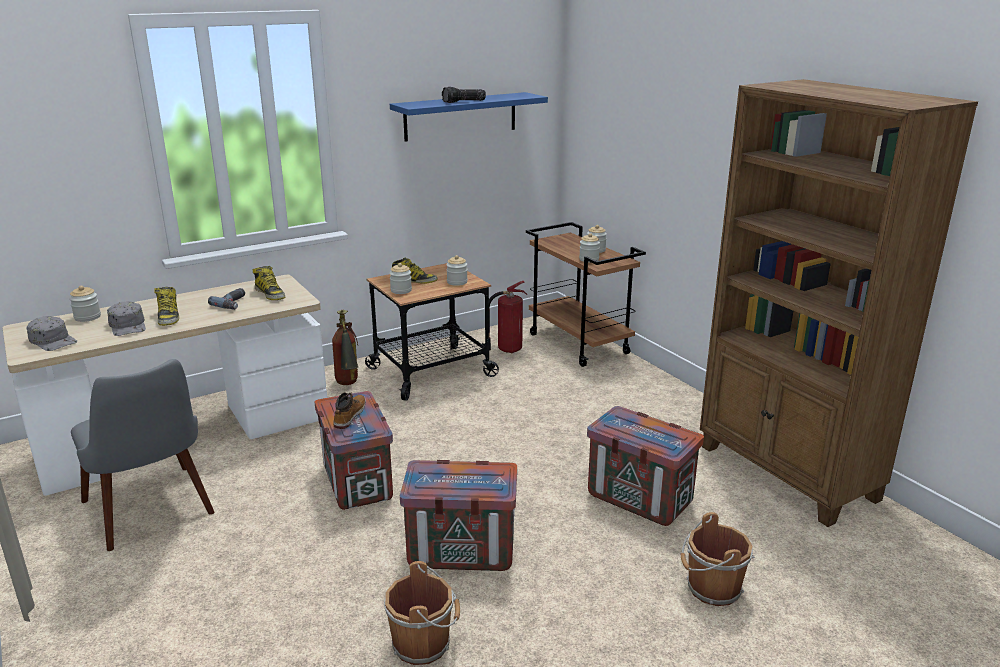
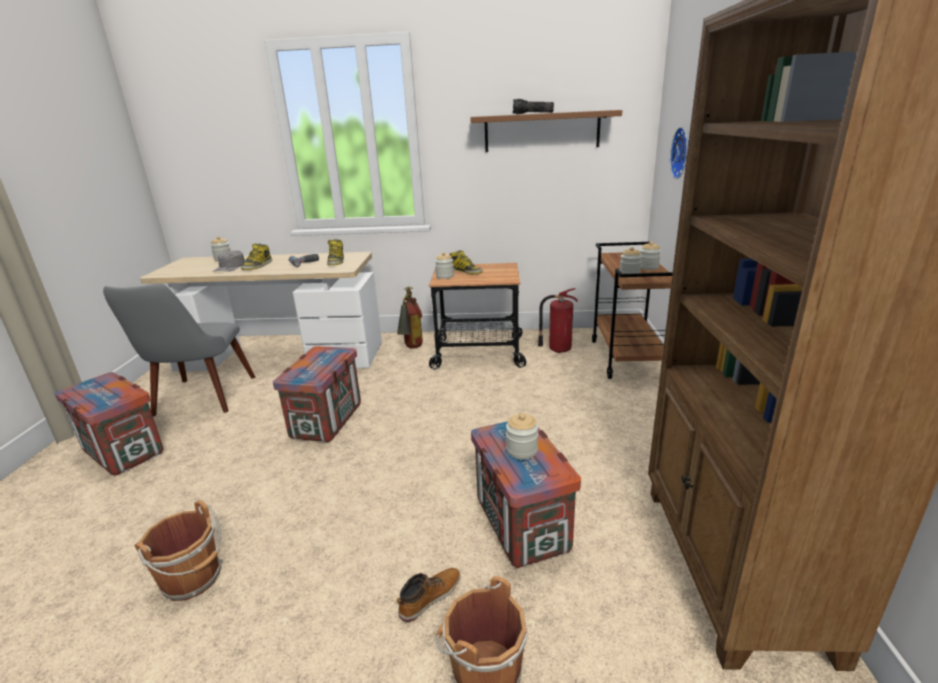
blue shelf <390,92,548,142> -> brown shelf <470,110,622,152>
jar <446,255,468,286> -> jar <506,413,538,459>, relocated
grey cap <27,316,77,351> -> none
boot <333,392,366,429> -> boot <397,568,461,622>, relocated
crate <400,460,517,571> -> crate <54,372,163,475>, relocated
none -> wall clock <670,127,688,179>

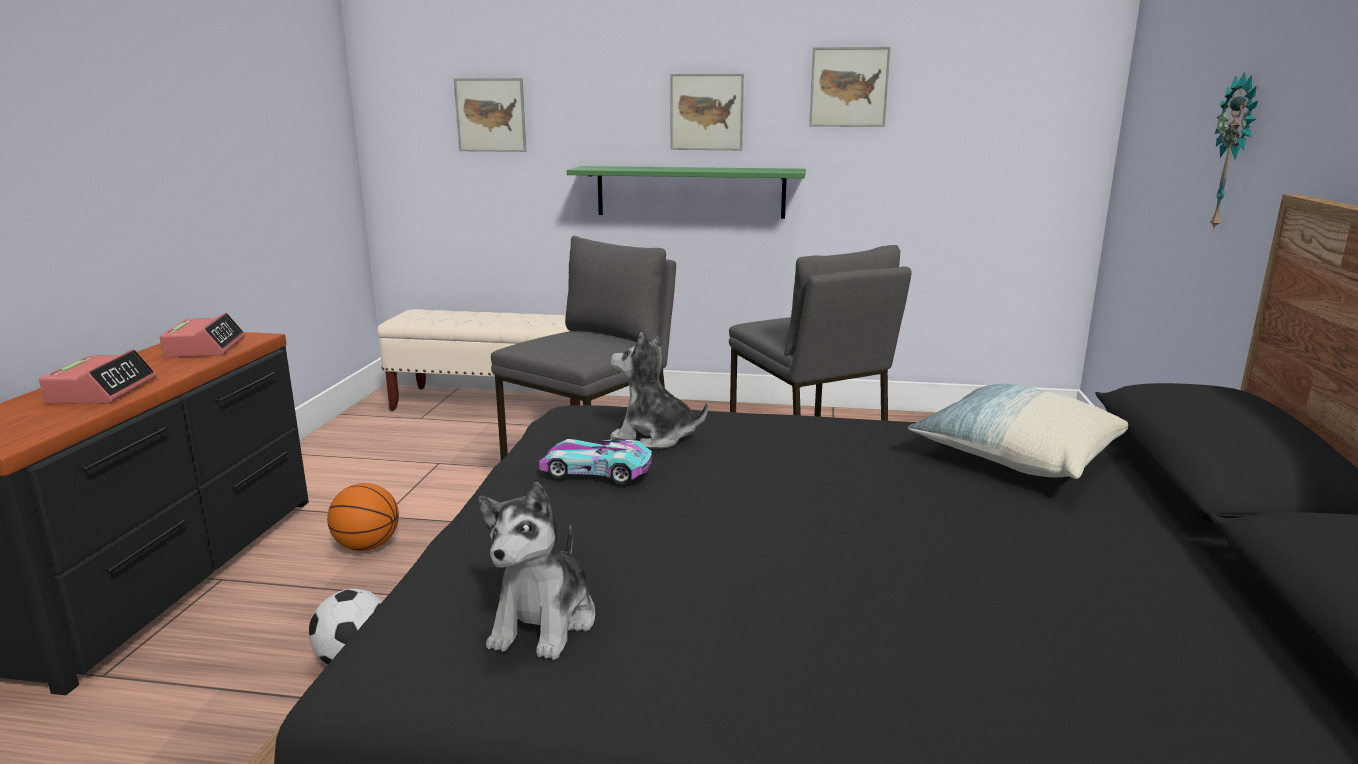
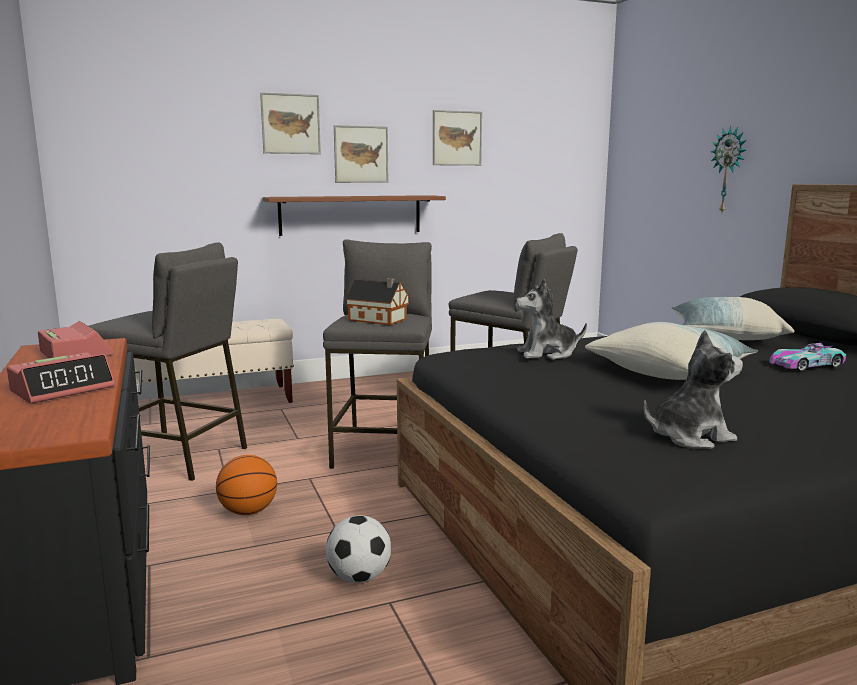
picture <454,78,527,152> -> picture <260,92,321,154>, relocated
green shelf <567,166,806,219> -> brown shelf <262,195,446,236>
alarm clock <39,349,156,404> -> alarm clock <7,352,115,404>, 75 degrees clockwise
toy car <539,439,652,484> -> toy car <769,343,846,371>, relocated
plush toy <479,482,595,660> -> plush toy <643,330,743,449>, 90 degrees counterclockwise
none -> grey stool <89,242,247,481>
none -> toy house <345,278,410,325>
none -> pillow <585,322,758,380>

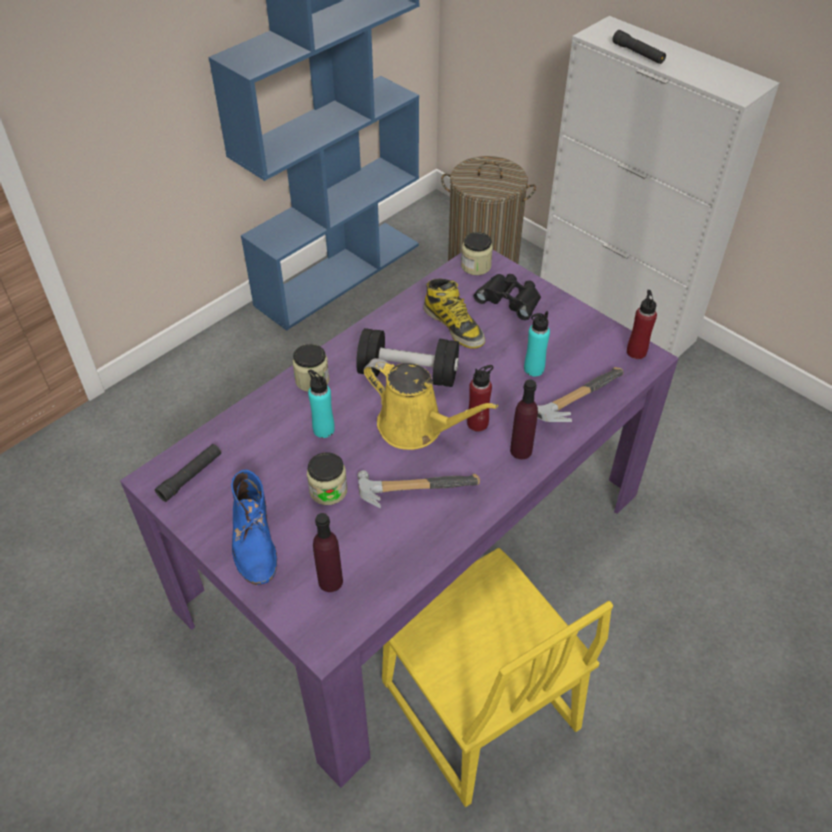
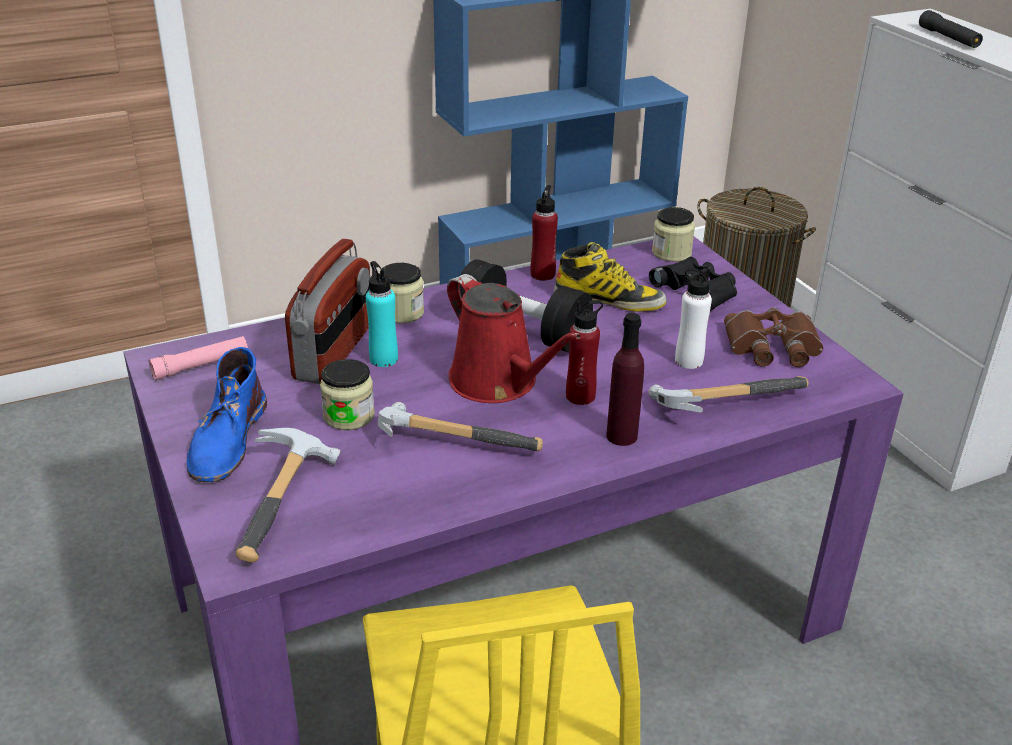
boot <423,278,485,349> -> boot <554,242,667,312>, 60 degrees counterclockwise
red bottle <627,290,657,359> -> red bottle <530,185,558,281>, relocated
turquoise bottle <524,311,550,376> -> white bottle <675,268,712,369>
yellow watering can <363,358,498,450> -> red watering can <447,274,581,403>
black flashlight <155,444,221,502> -> pink flashlight <149,336,248,380>
purple bottle <313,513,343,592> -> hammer <235,428,341,562>
none -> radio <285,239,370,384>
none -> brown binoculars <724,307,823,367>

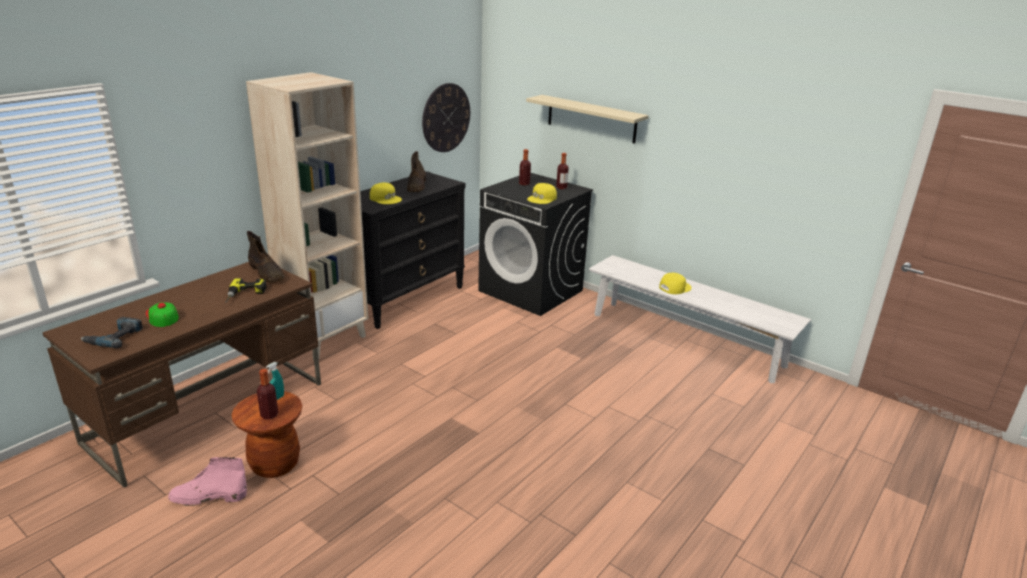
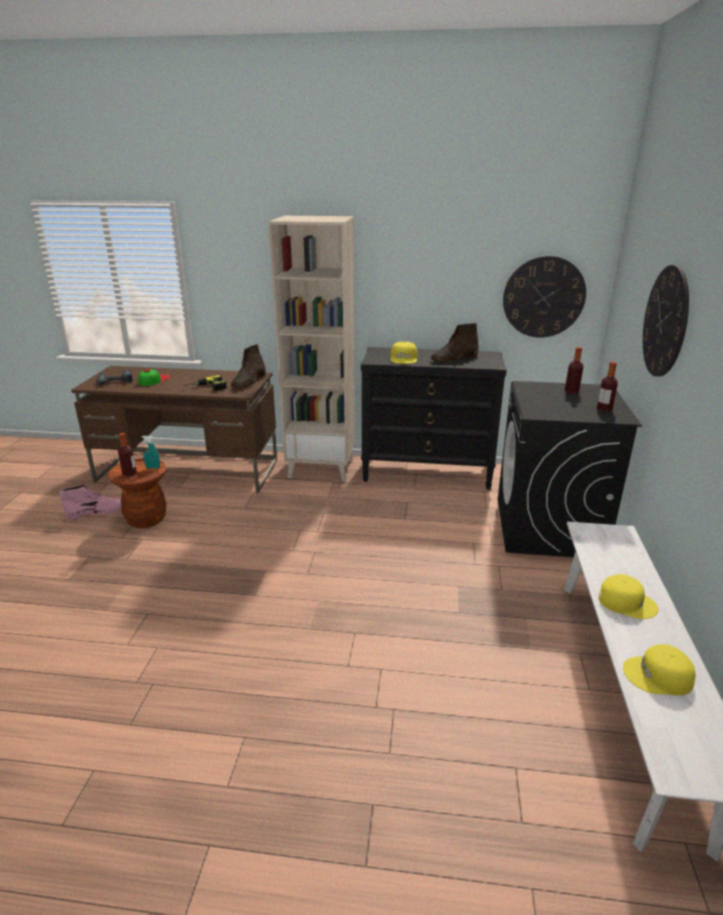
beige shelf <526,95,649,143> -> wall clock <643,265,689,377>
yellow cap <527,183,557,204> -> yellow cap <623,644,696,696>, relocated
pink boot <168,457,247,506> -> pink boot <59,484,122,520>, 105 degrees clockwise

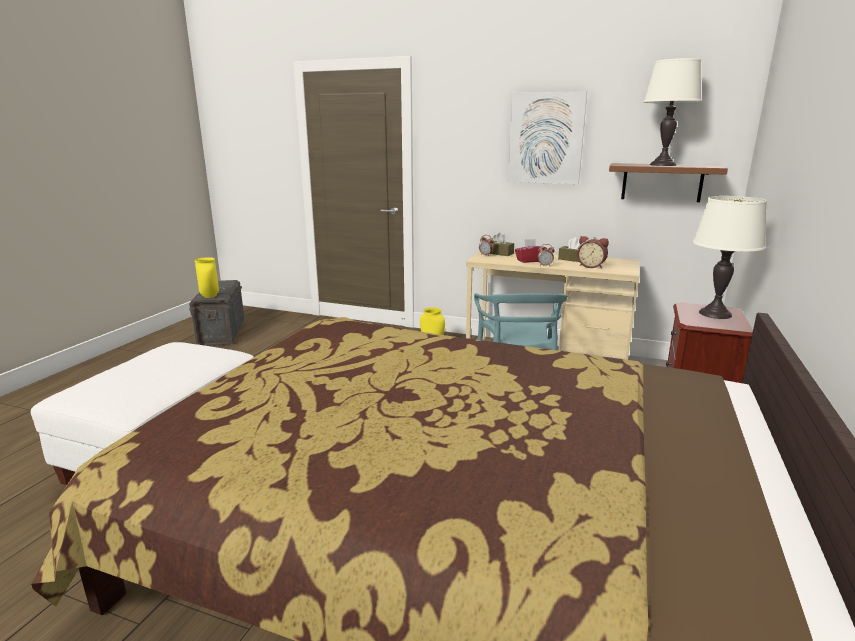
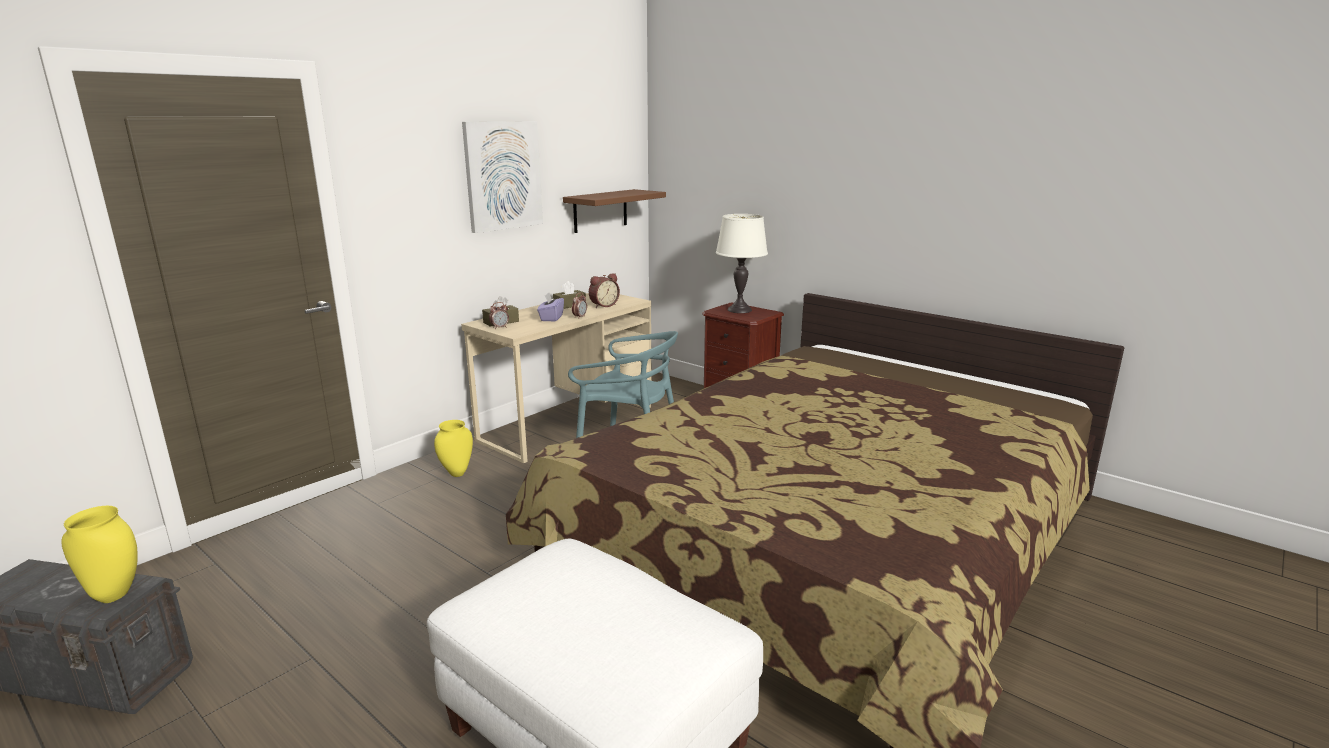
white table lamp <643,58,702,166> -> none
red tissue box <515,239,547,263> -> purple tissue box <537,293,564,321>

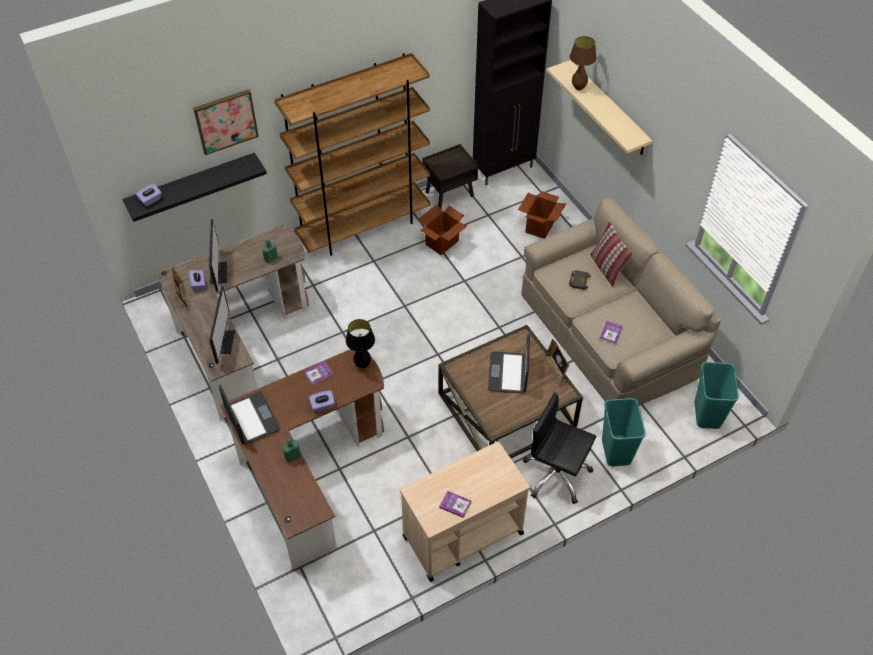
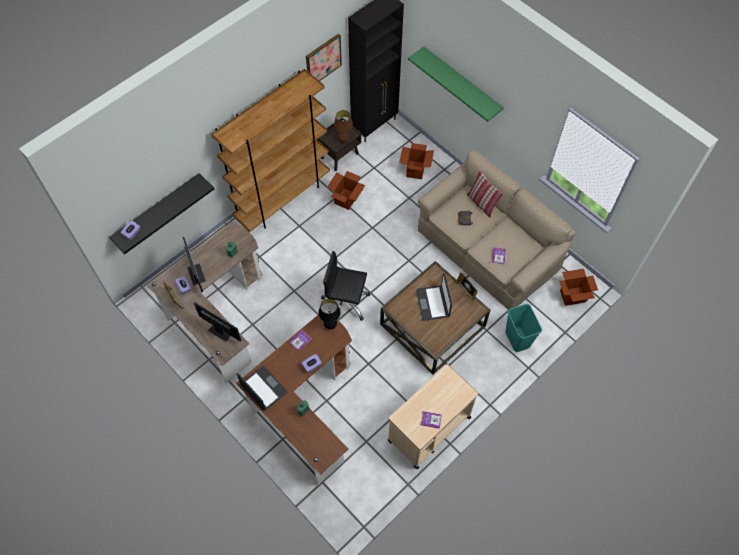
brown table lamp <570,36,596,90> -> brown table lamp <334,110,353,143>, relocated
beige shelf <547,60,653,155> -> green shelf <408,46,504,122>
picture <193,89,259,155> -> picture <306,33,342,81>, relocated
monitor <209,286,235,364> -> monitor <194,302,242,342>, 45 degrees counterclockwise
turquoise trash can <695,362,739,429> -> cardboard box <559,269,598,306>
black office chair <523,392,596,504> -> black office chair <321,251,370,321>, relocated

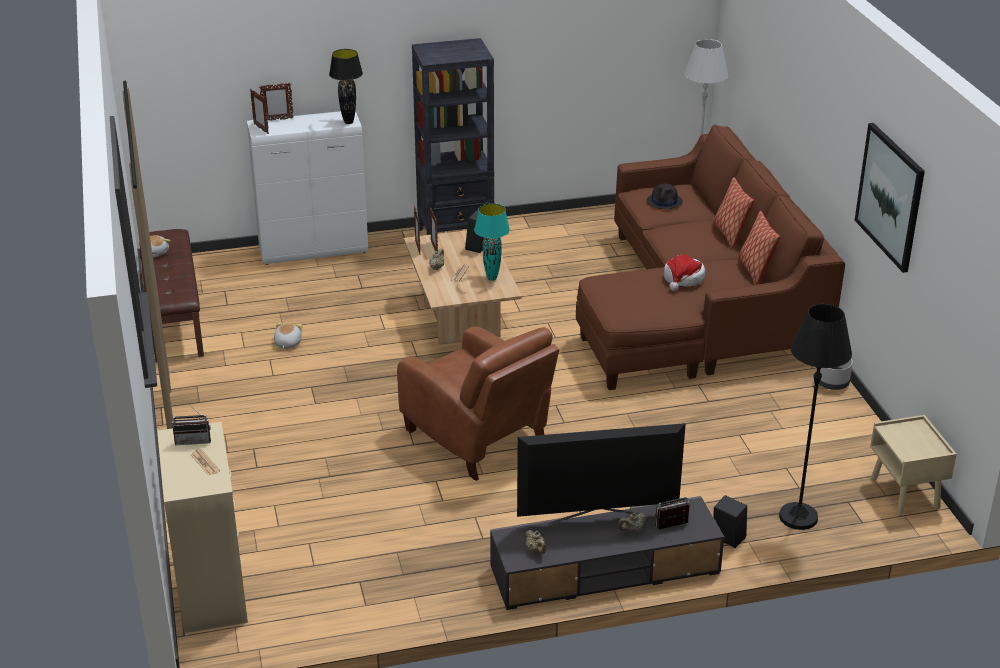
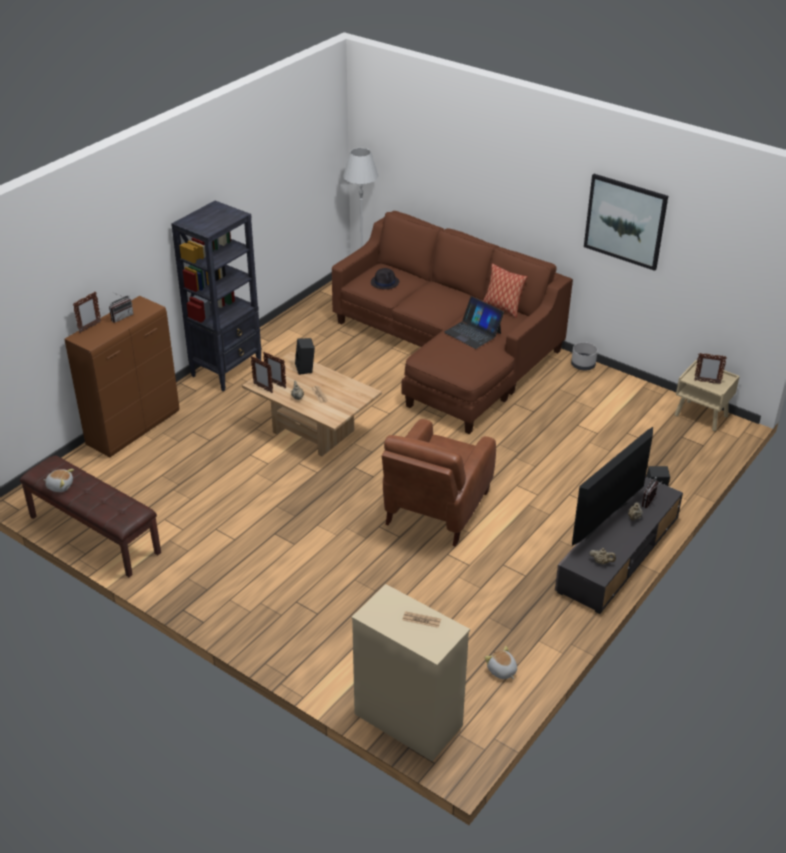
black table lamp <329,49,363,124> -> none
picture frame <250,89,269,134> -> picture frame <694,353,727,384>, relocated
white cabinet <247,111,368,265> -> brown cabinet <64,296,179,457>
pillow <713,177,755,248> -> none
turquoise table lamp <474,203,510,281> -> none
hat <664,255,705,291> -> laptop <444,296,504,349>
black floor lamp <779,304,852,530> -> none
plush toy <274,322,303,348> -> plush toy <485,646,517,679>, relocated
brown armchair <397,327,559,481> -> brown armchair <382,419,496,546>, 105 degrees clockwise
radio <172,401,211,445> -> radio <109,293,133,323>, relocated

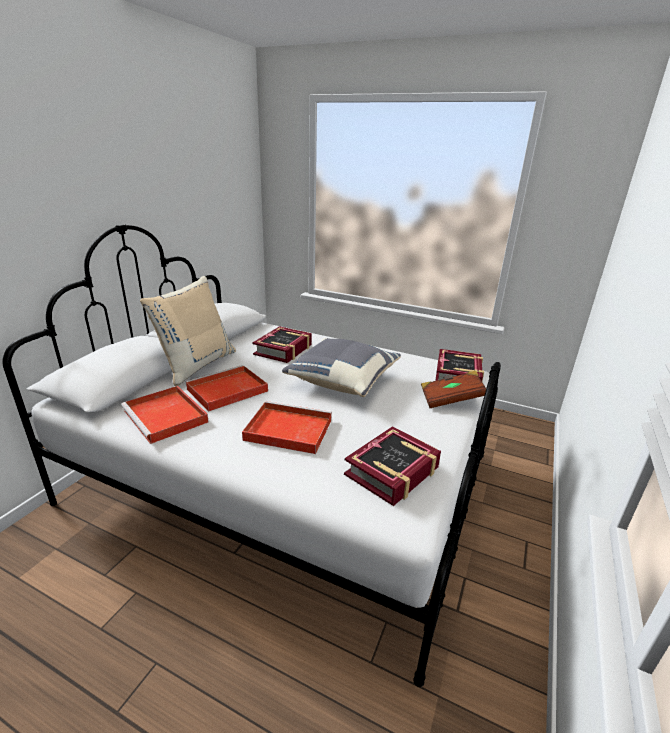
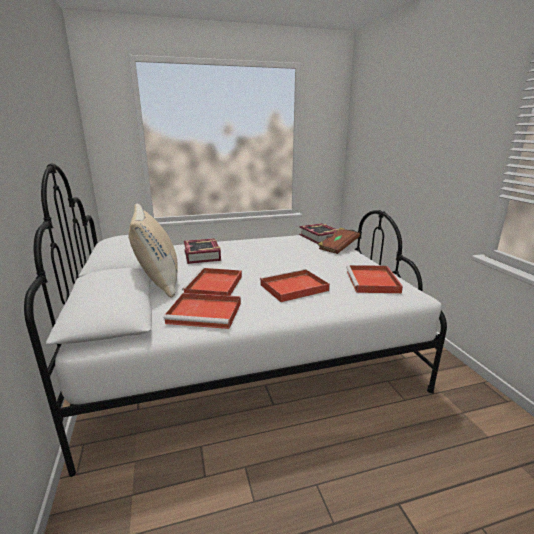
grey pillow <282,338,401,397> -> none
book <344,427,441,506> -> red tray <346,265,403,293>

